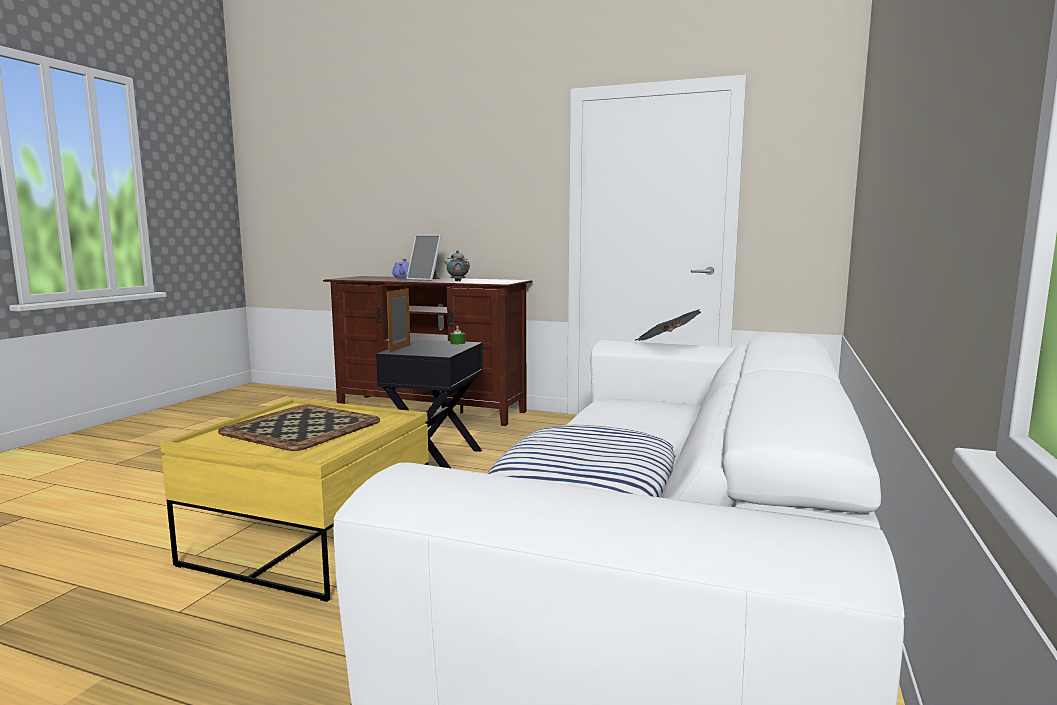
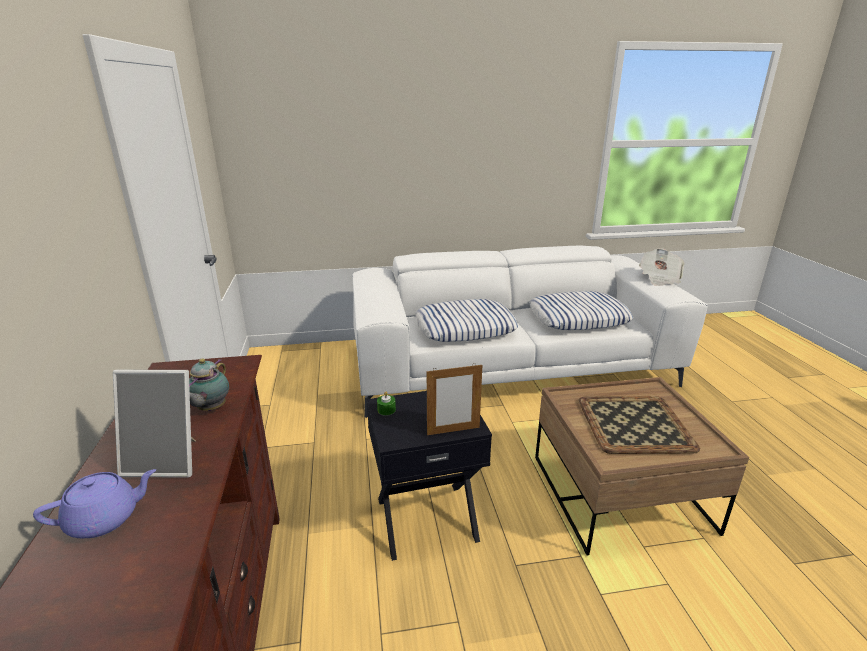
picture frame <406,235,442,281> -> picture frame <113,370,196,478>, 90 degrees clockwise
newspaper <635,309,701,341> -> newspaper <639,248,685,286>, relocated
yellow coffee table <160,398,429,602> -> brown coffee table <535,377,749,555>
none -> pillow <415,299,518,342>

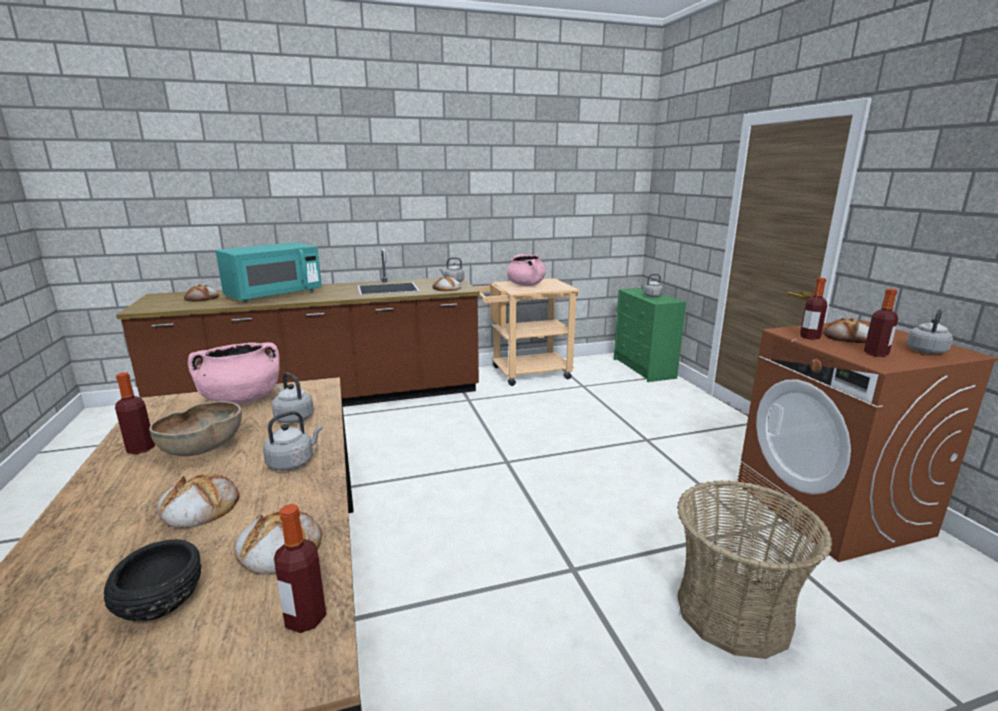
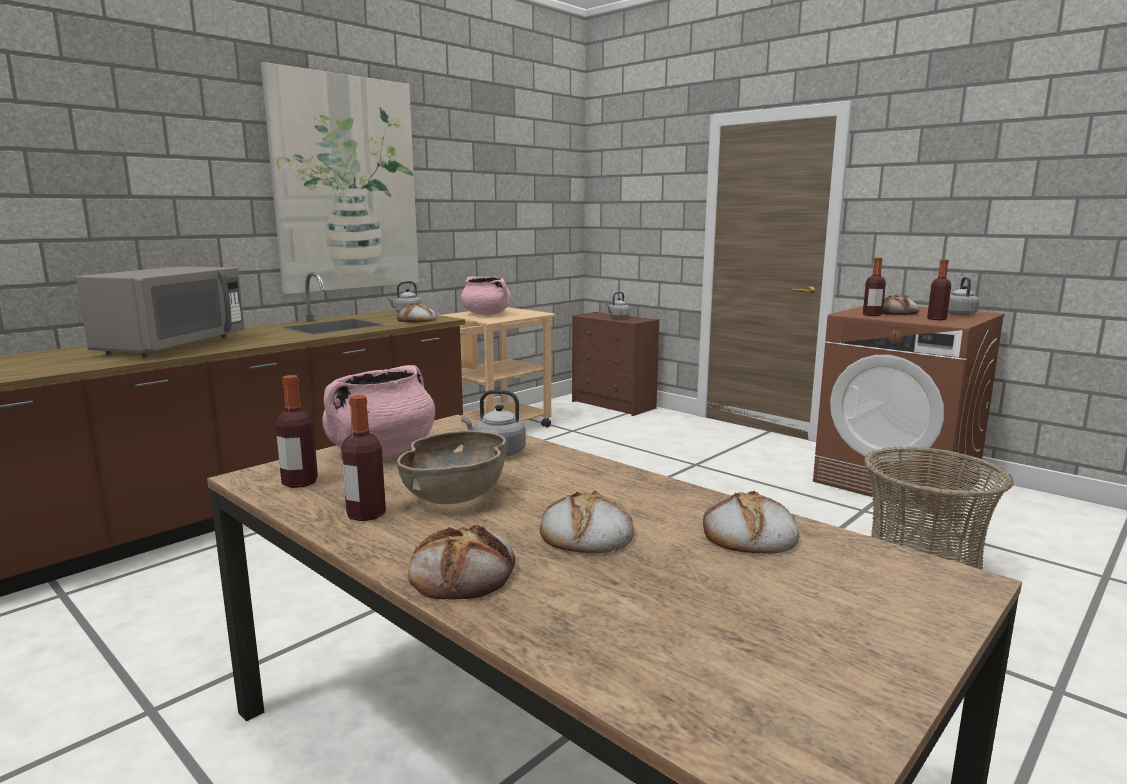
turquoise microwave <216,242,322,302> -> grey microwave <76,266,245,357>
bread <184,284,219,302> -> bread <408,524,515,600>, relocated
green dresser <613,288,686,382> -> brown dresser <572,312,659,416>
grey kettle <263,411,323,471> -> none
bottle <274,504,326,633> -> bottle <276,375,318,488>, relocated
black bowl <104,539,201,621> -> none
none -> picture <261,62,419,294>

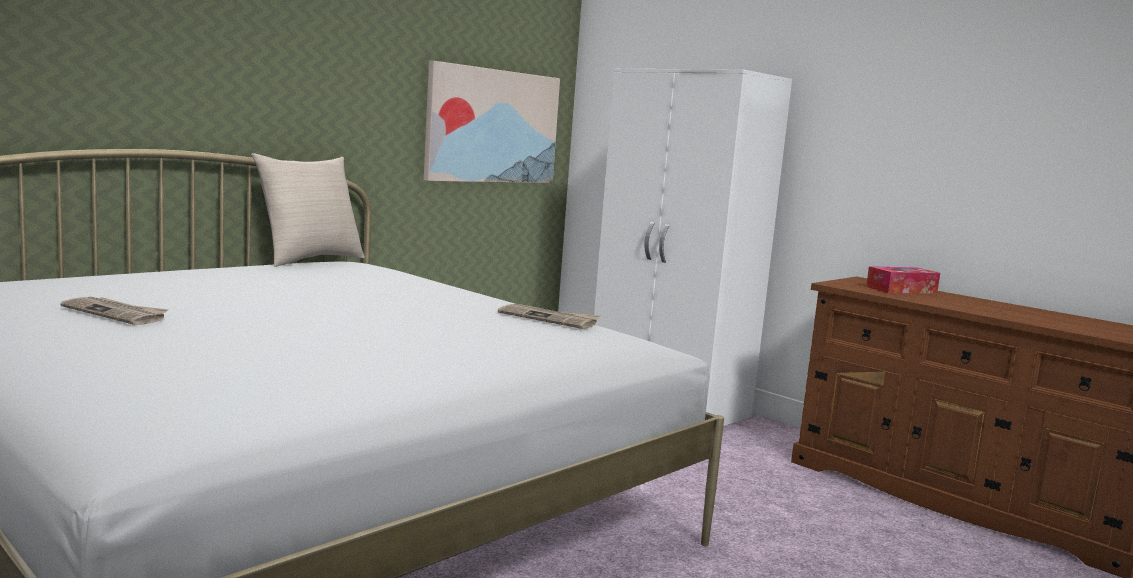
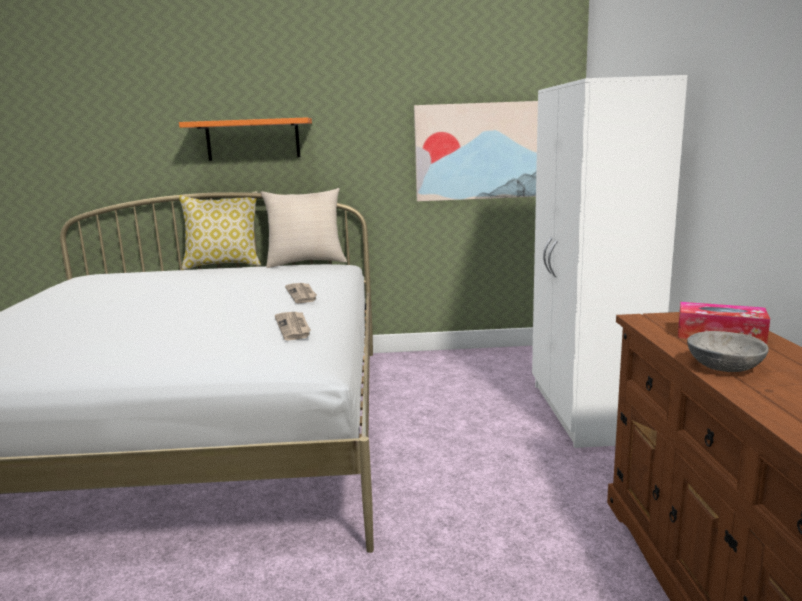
newspaper <60,297,168,325> -> newspaper <285,283,317,303>, relocated
none -> orange shelf <179,117,312,161>
none -> pillow <179,191,261,270>
none -> grey bowl <687,331,769,372>

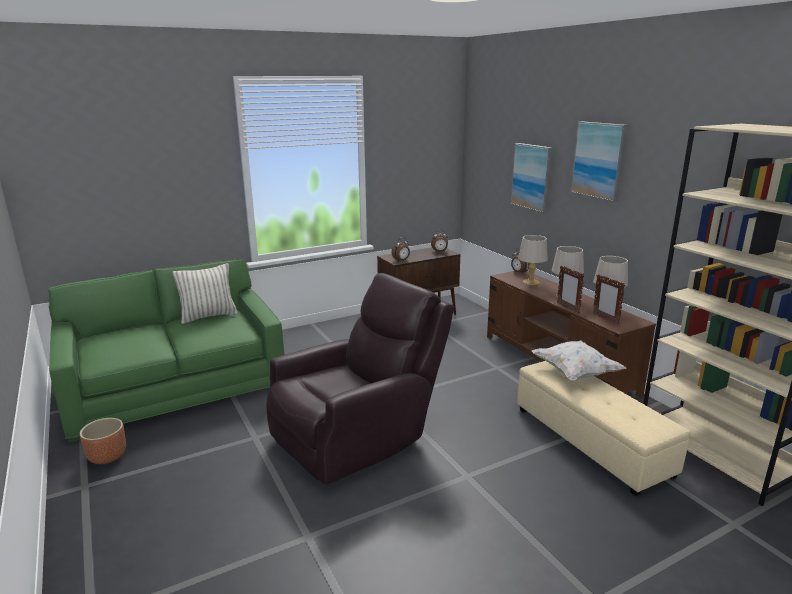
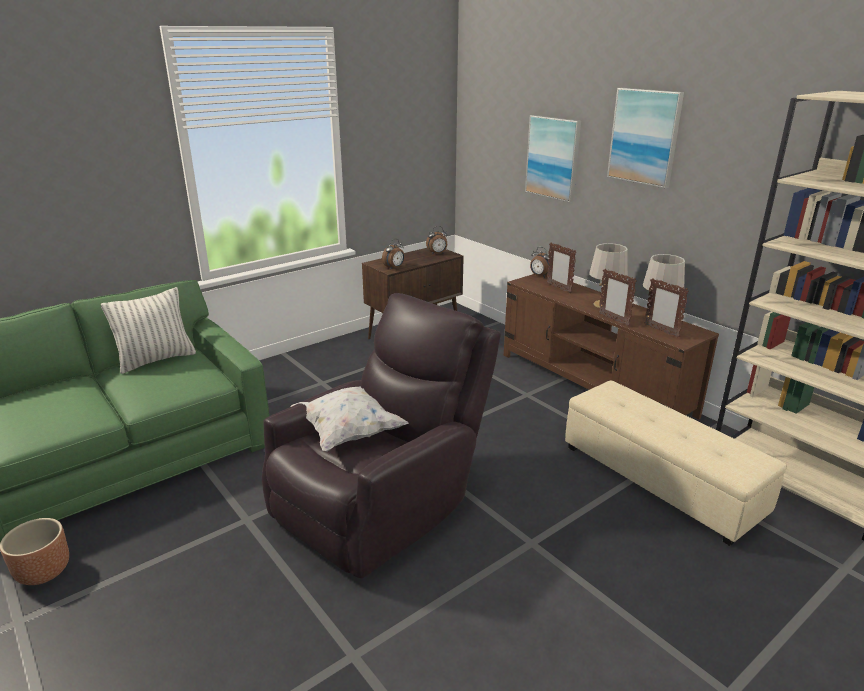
grey table lamp <518,235,548,285> -> picture frame <547,242,576,293>
white pillow <532,340,626,382> -> white pillow <291,387,409,452>, relocated

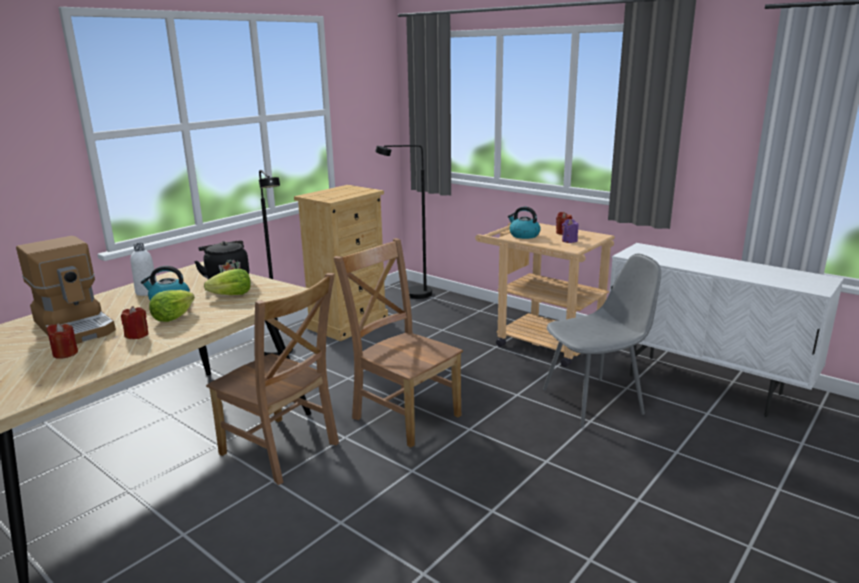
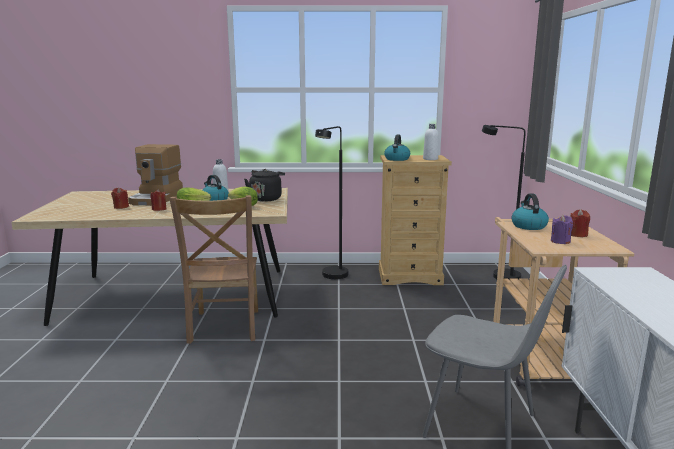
brown chair <333,238,463,447> -> none
none -> white bottle <423,124,439,160>
none -> kettle <384,134,410,161>

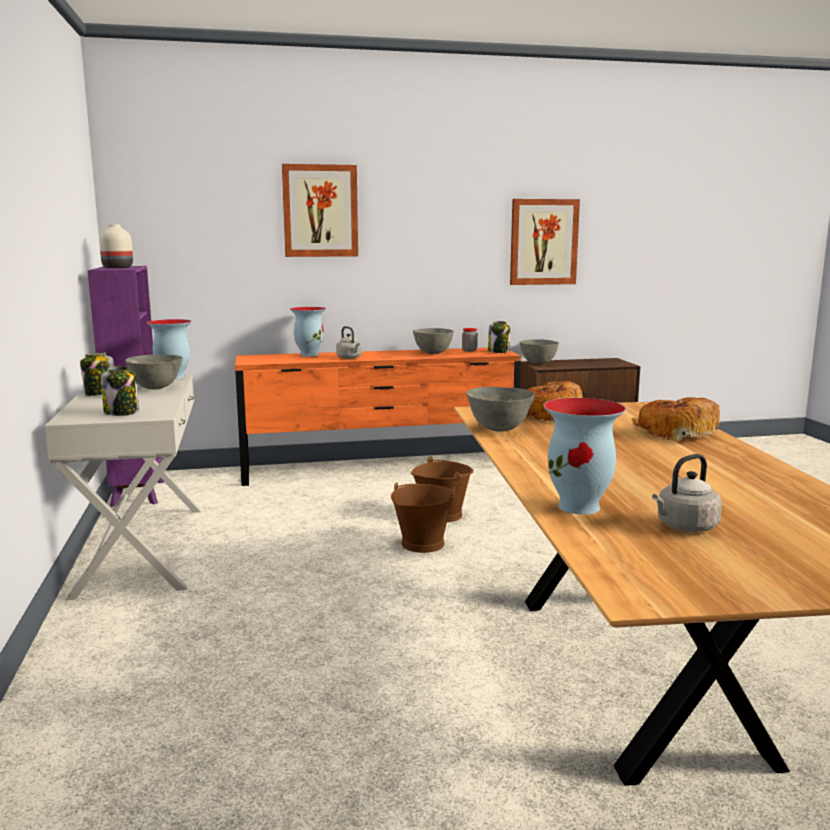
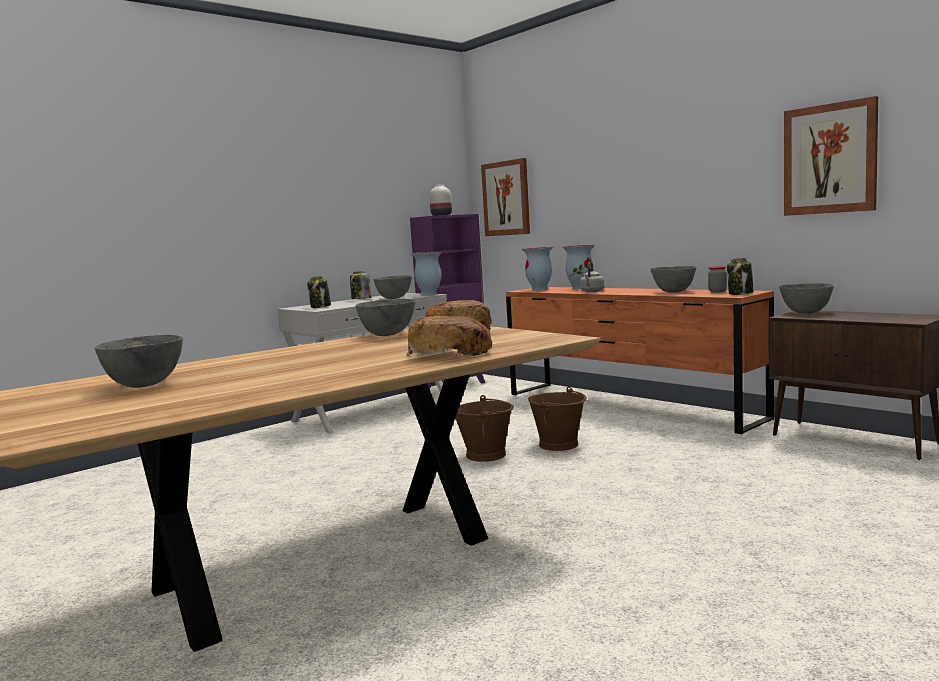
picture <282,164,358,257> -> picture <481,158,530,236>, relocated
vase <543,398,626,514> -> vase <522,247,553,291>, relocated
grey kettle <652,454,722,532> -> grey bowl <94,335,183,388>

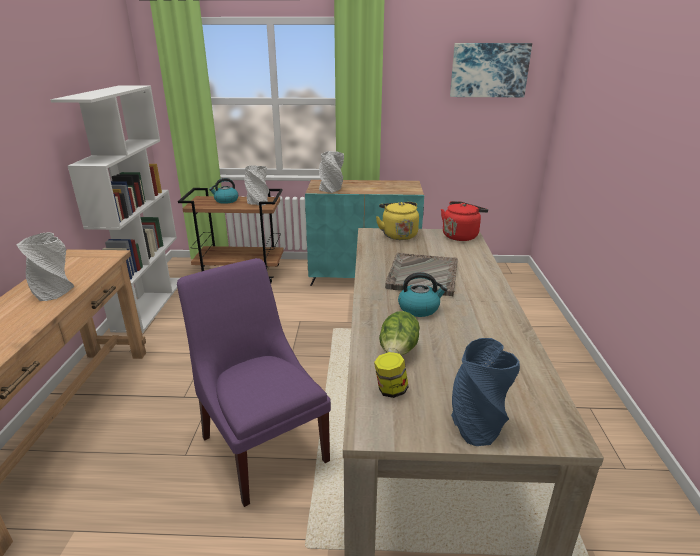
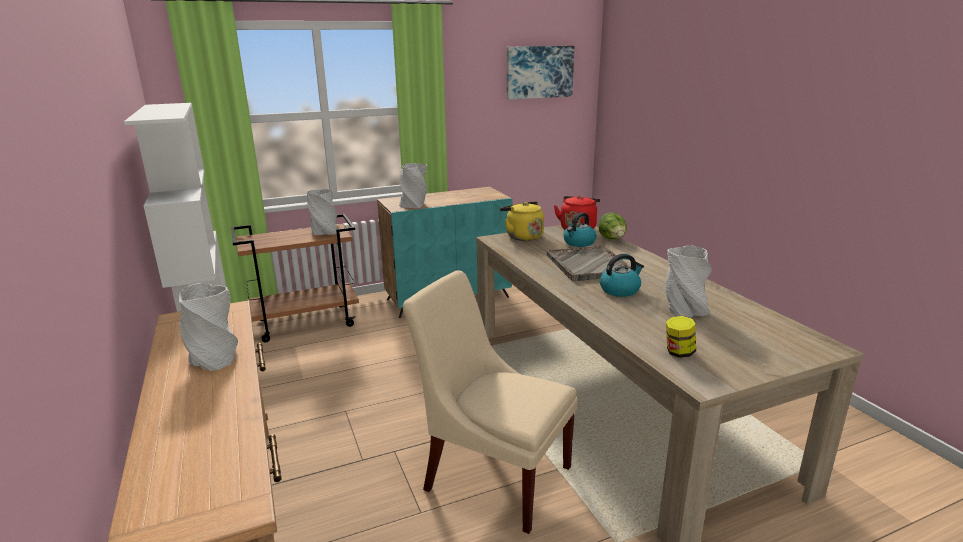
kettle <209,178,238,204> -> kettle <563,212,596,247>, relocated
purple chair <177,258,331,507> -> beige chair <403,271,577,534>
lettuce <379,311,420,355> -> lettuce <598,212,627,239>, relocated
blue vase <451,338,520,446> -> none
none -> grey vase <666,245,712,318>

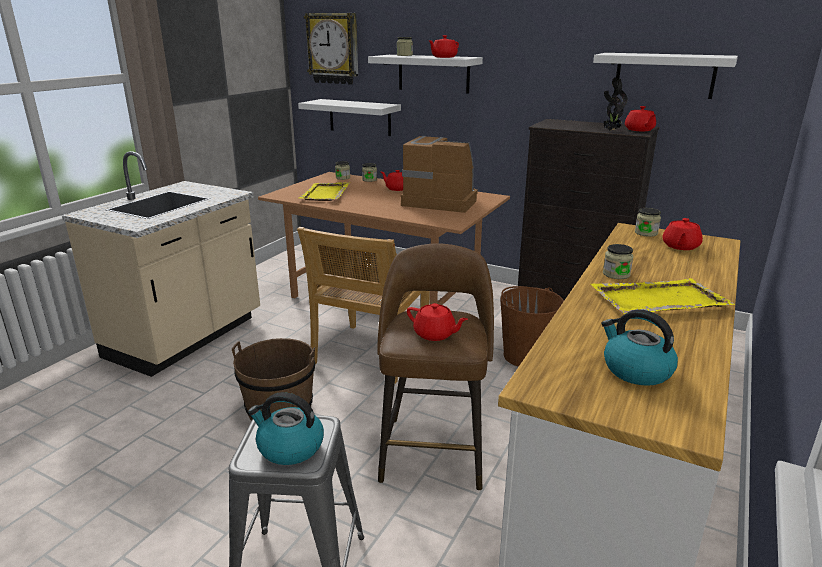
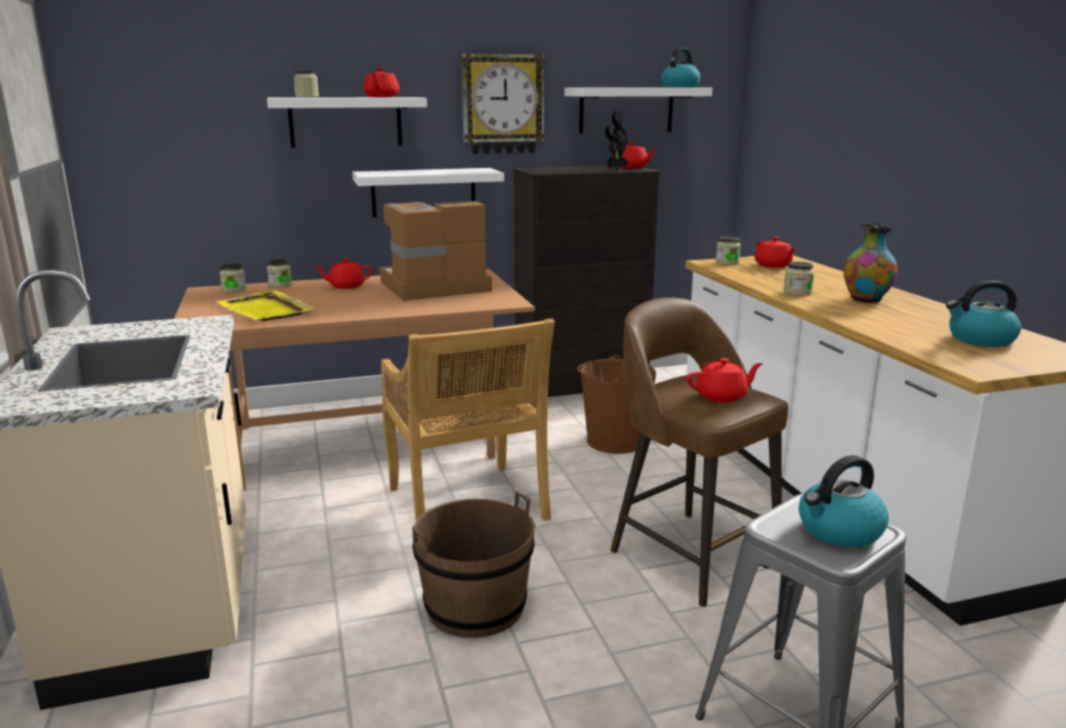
wall clock <304,13,358,85> -> wall clock <461,53,545,154>, relocated
white shelf <298,99,401,136> -> white shelf <352,168,504,218>, relocated
yellow tray <591,278,735,314> -> vase <844,223,898,303>
none -> kettle <661,48,700,87>

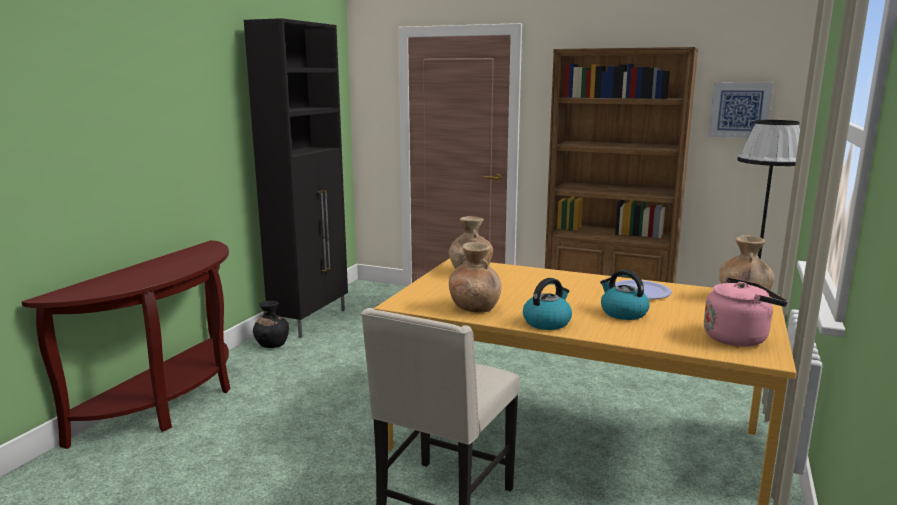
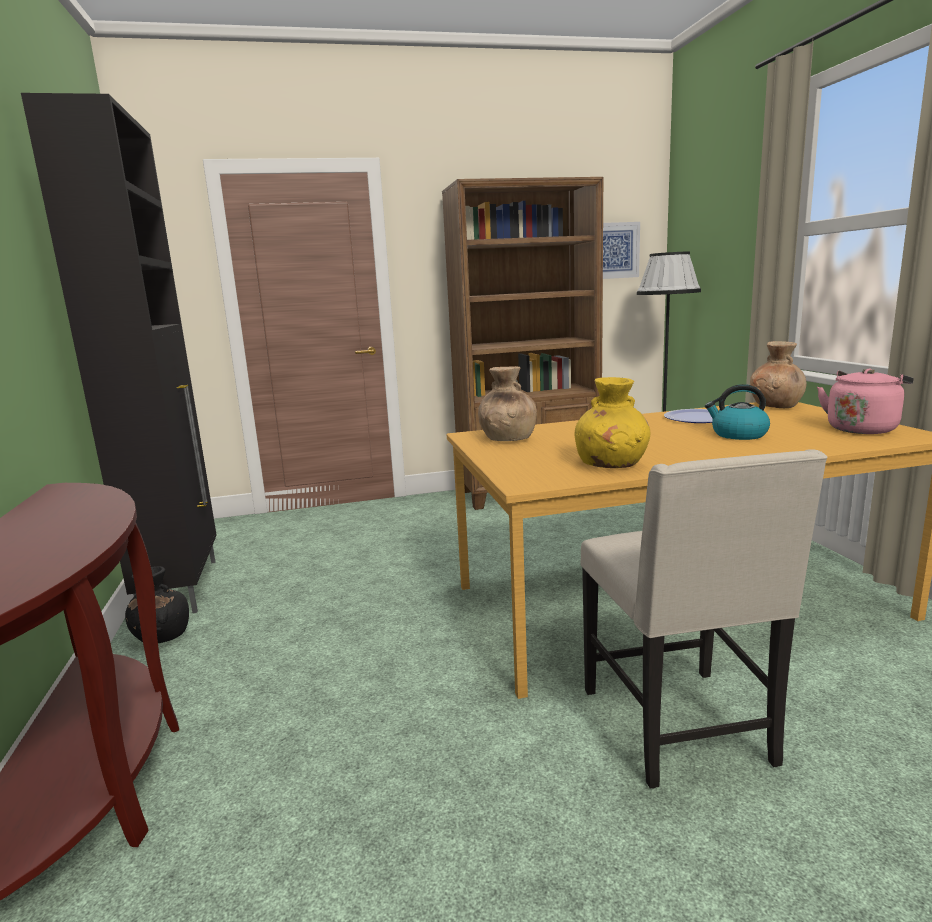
brown vase <449,242,502,313> -> yellow vase <575,377,651,468>
kettle <523,278,572,330> -> none

